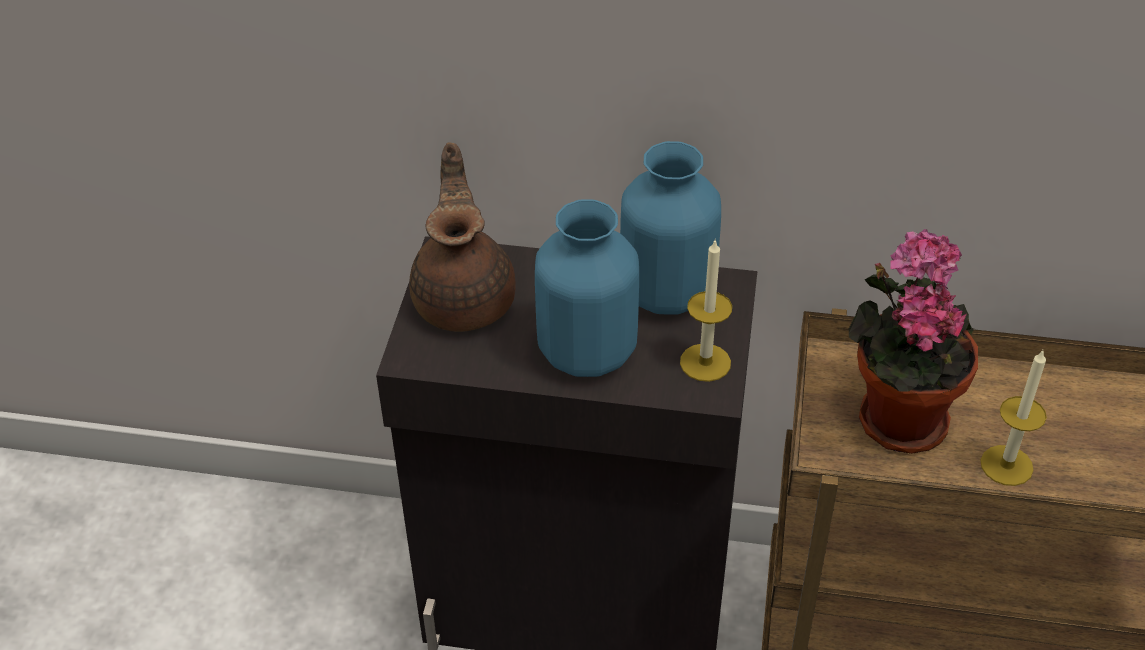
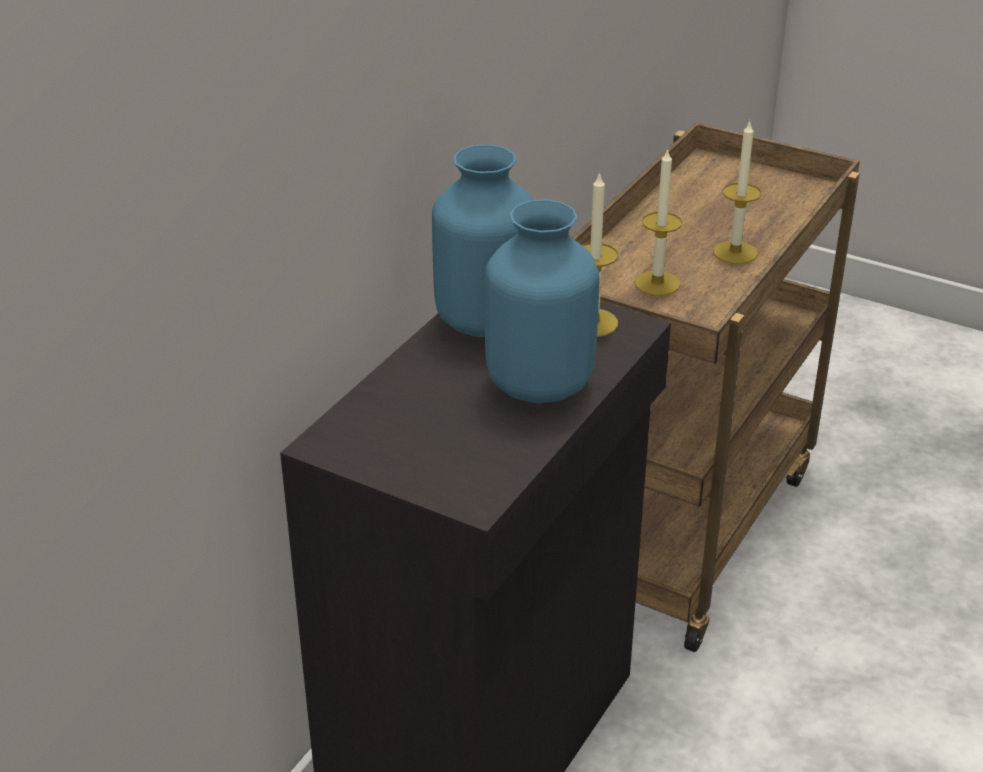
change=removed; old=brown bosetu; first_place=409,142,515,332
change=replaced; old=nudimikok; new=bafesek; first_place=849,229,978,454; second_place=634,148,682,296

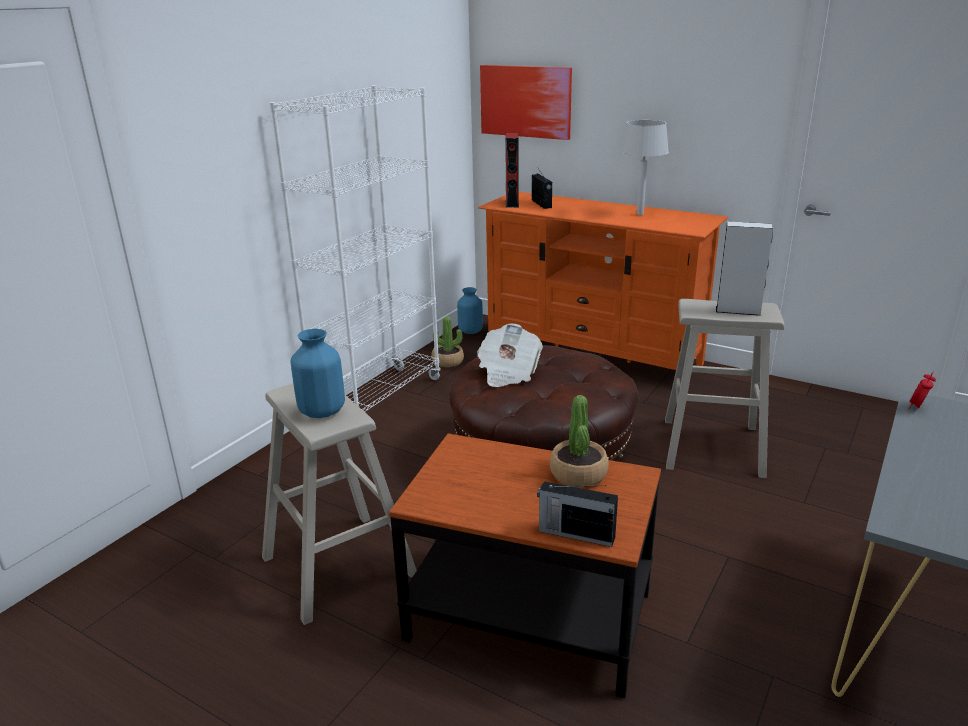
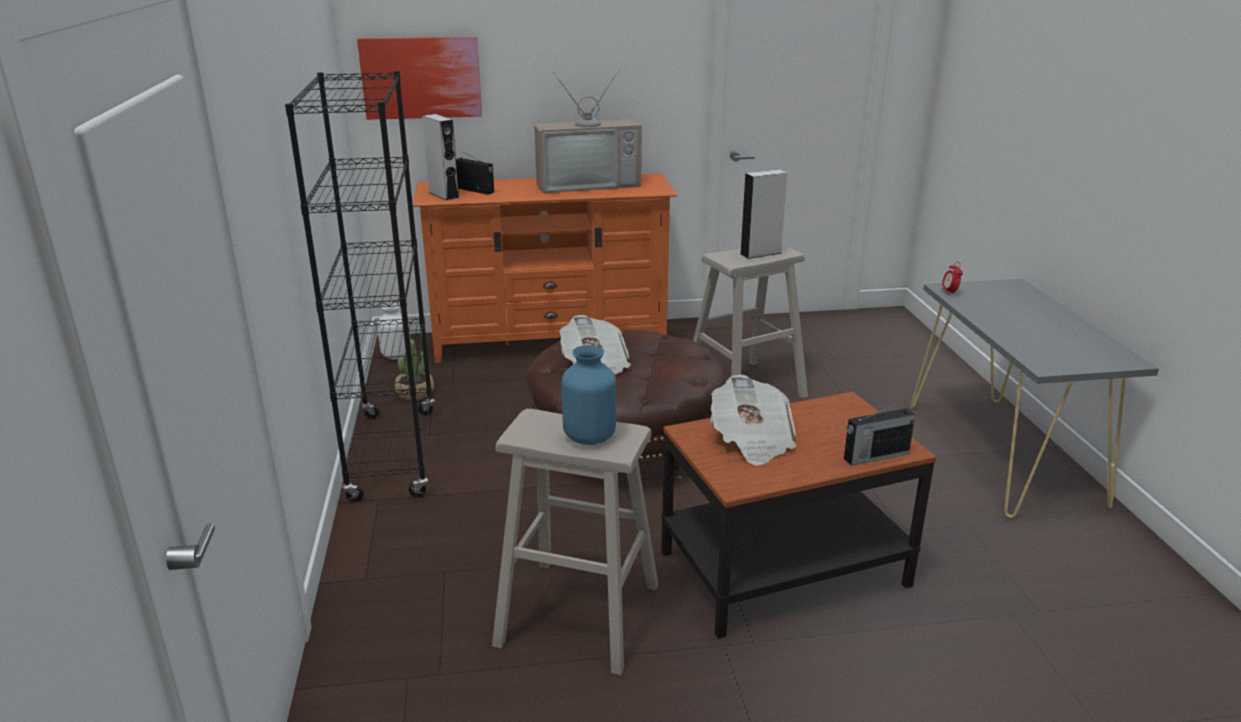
change=removed; old=nudimikok; first_place=550,395,609,486
change=added; new=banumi; second_place=711,375,796,466
change=replaced; old=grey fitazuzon; new=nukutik; first_place=620,120,669,215; second_place=534,70,642,193
change=recoloured; old=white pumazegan; new=black pumazegan; first_place=270,85,441,412; second_place=285,71,435,502
change=recoloured; old=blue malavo; new=white malavo; first_place=457,287,483,334; second_place=377,303,410,359
change=recoloured; old=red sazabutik; new=grey sazabutik; first_place=505,133,519,208; second_place=422,114,459,201

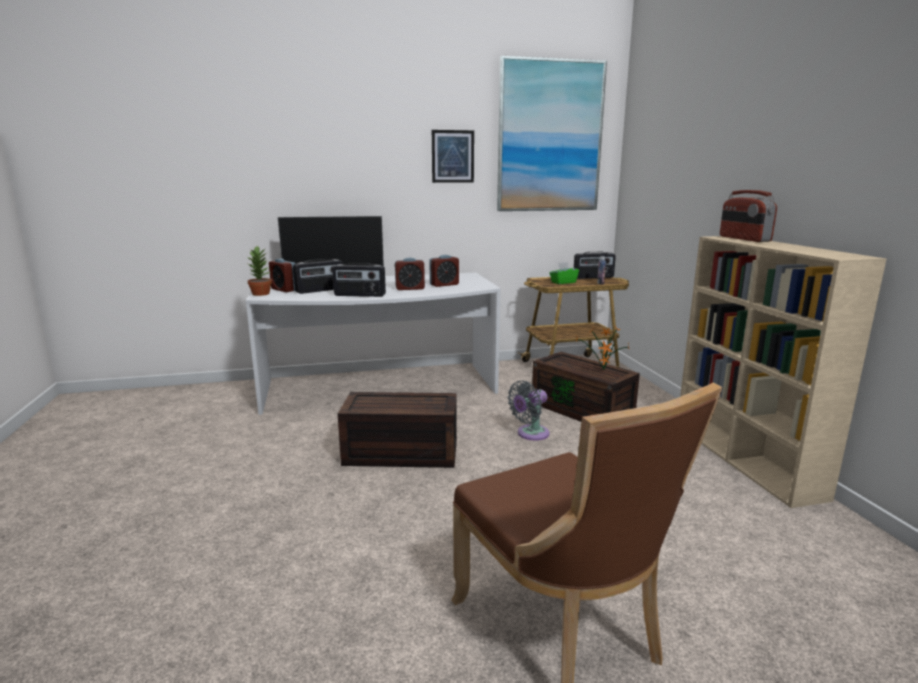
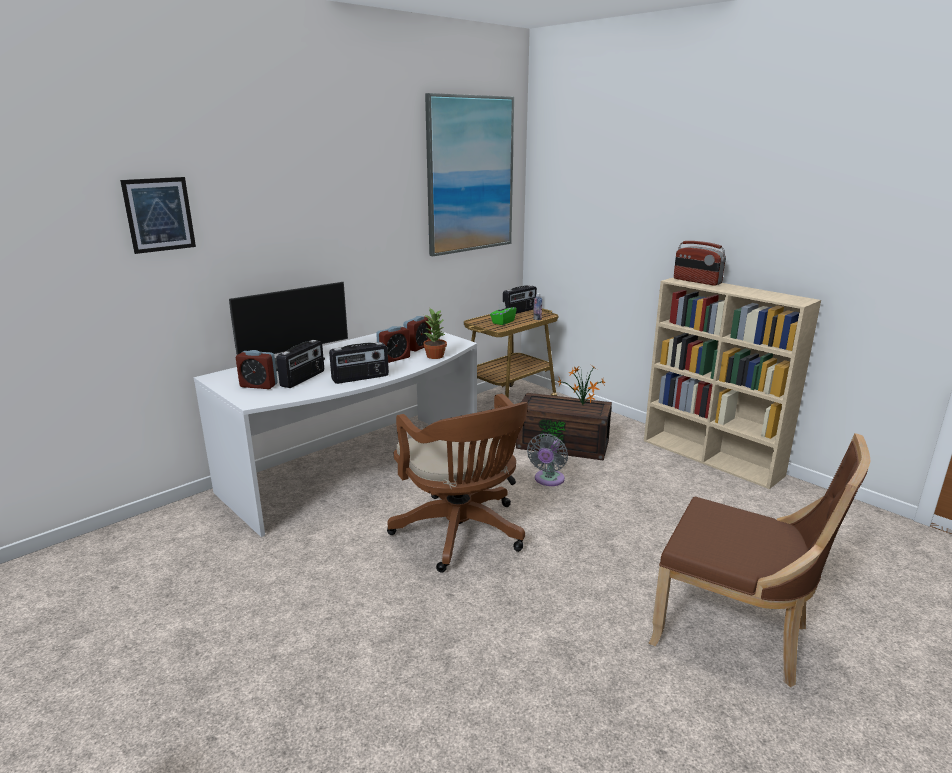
change=moved; old=nudimikok; first_place=248,246,272,296; second_place=423,307,447,359
change=moved; old=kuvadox; first_place=432,130,474,183; second_place=120,177,196,254
change=replaced; old=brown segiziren; new=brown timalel; first_place=338,392,457,468; second_place=387,394,528,573

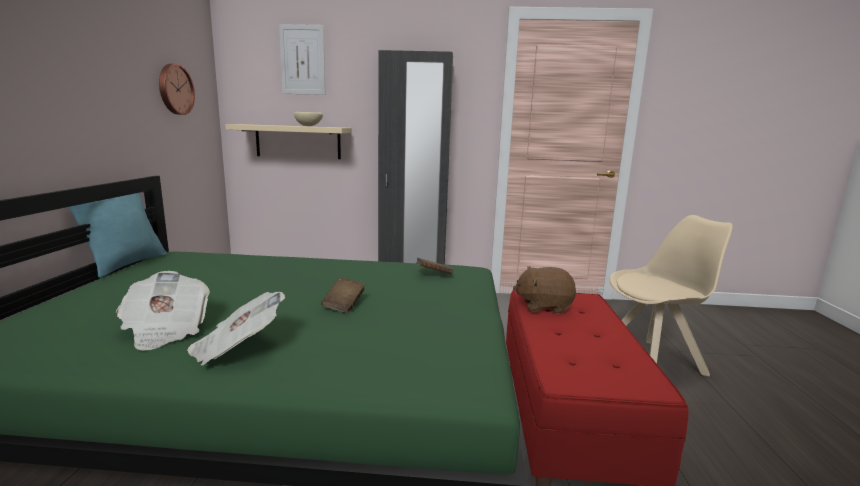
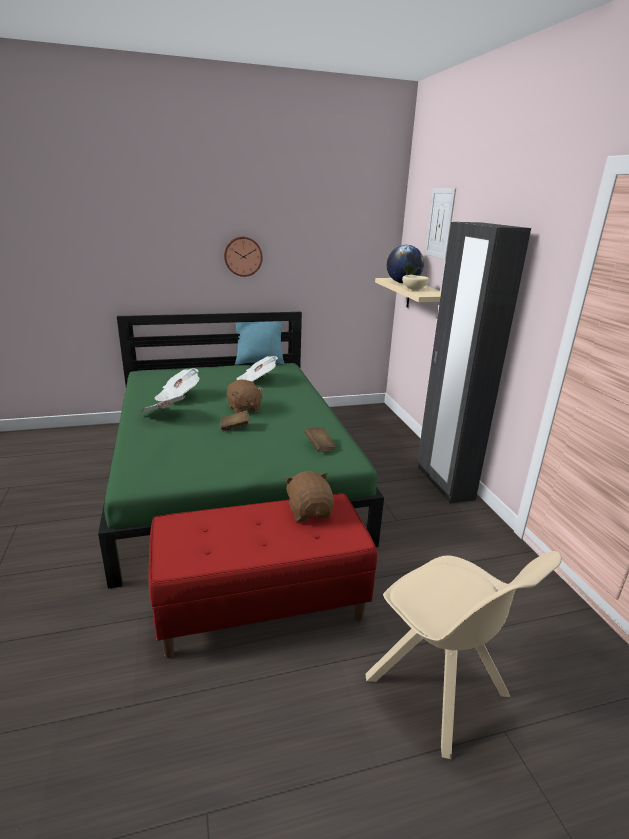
change=added; new=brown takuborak; second_place=227,380,264,413
change=added; new=banumi; second_place=236,356,278,382
change=added; new=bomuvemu; second_place=387,245,424,283
change=moved; old=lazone; first_place=159,64,195,115; second_place=224,236,263,277

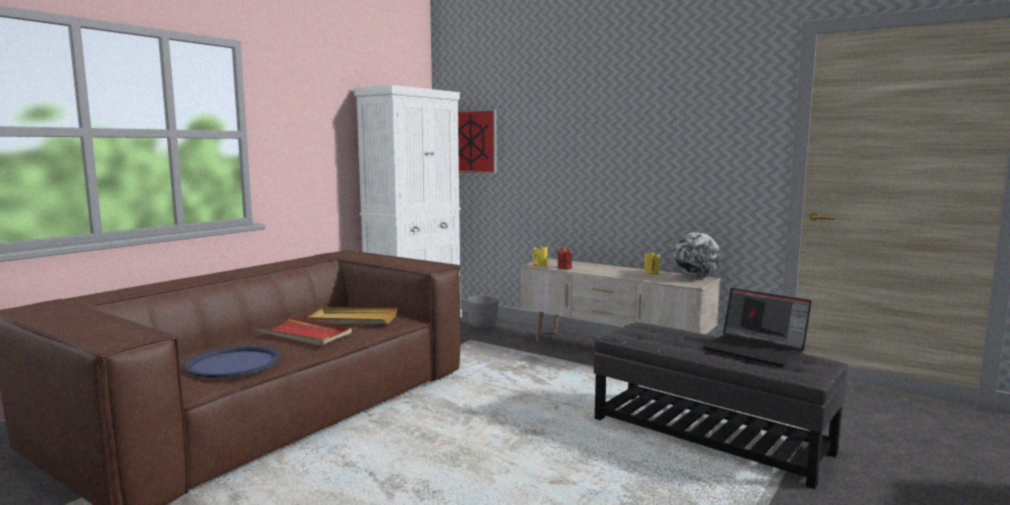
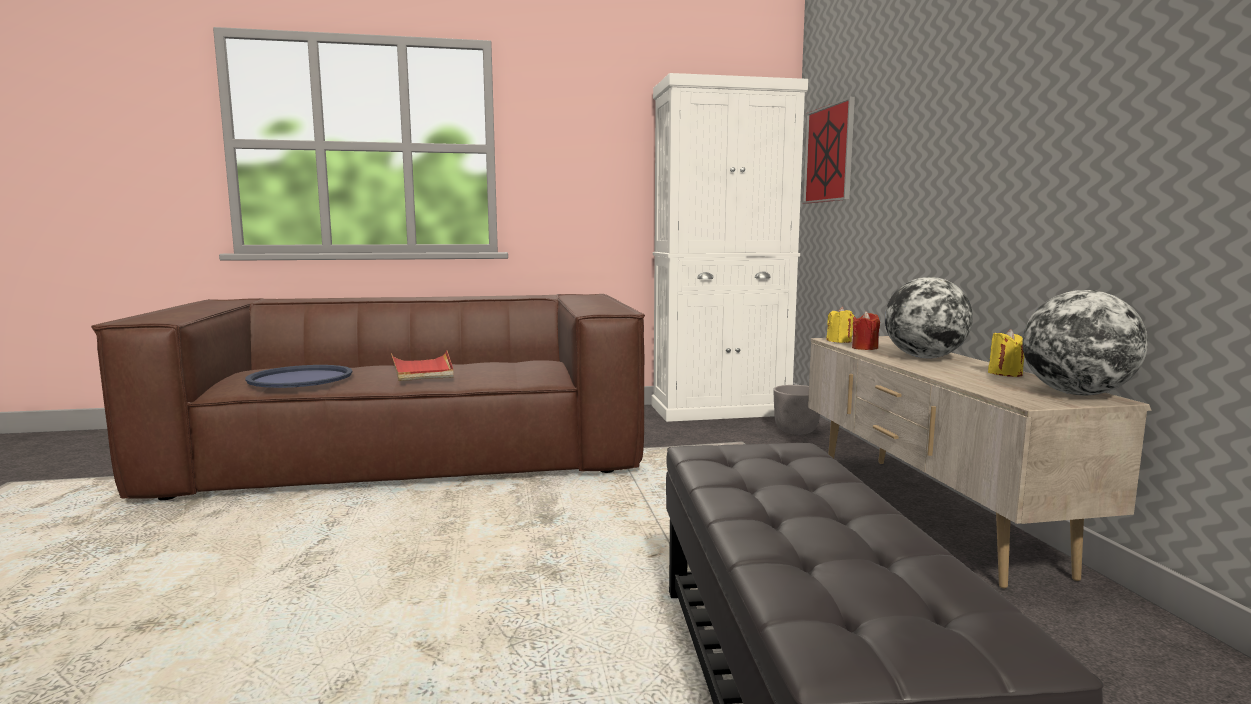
change=removed; old=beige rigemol; first_place=307,308,397,324
change=removed; old=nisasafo; first_place=702,288,812,367
change=added; new=bomuvemu; second_place=885,277,973,358

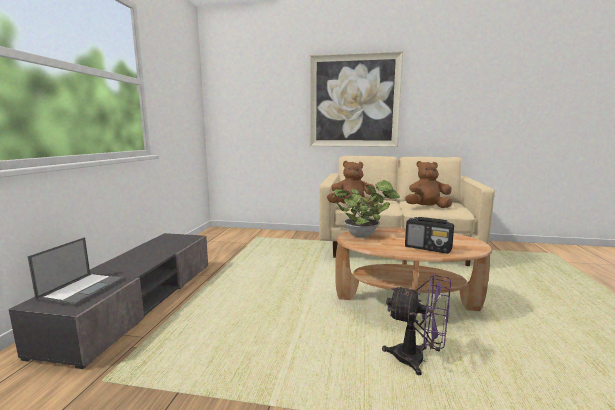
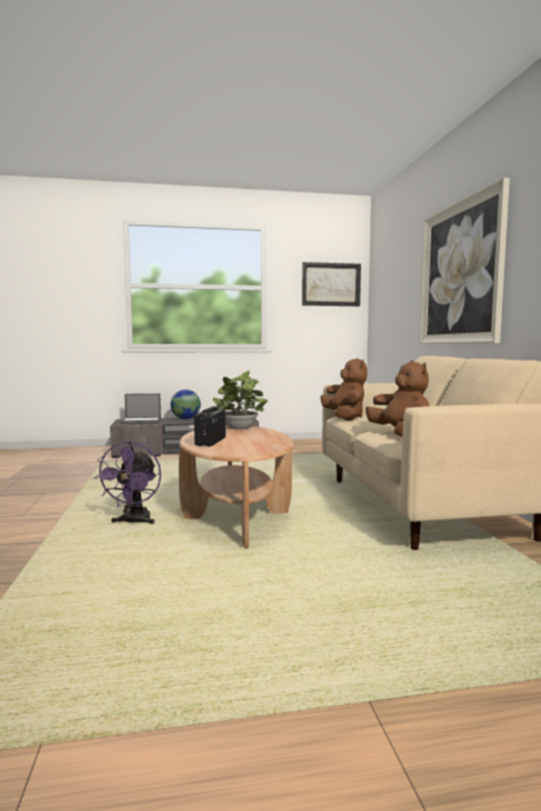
change=added; new=bomuvemu; second_place=171,390,201,419
change=added; new=kuvadox; second_place=302,262,361,306

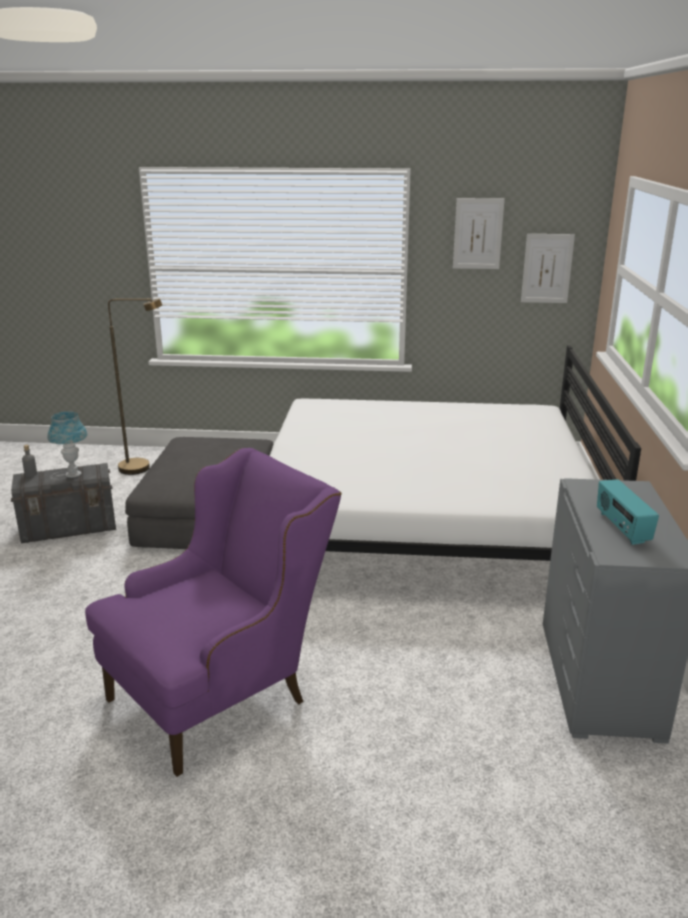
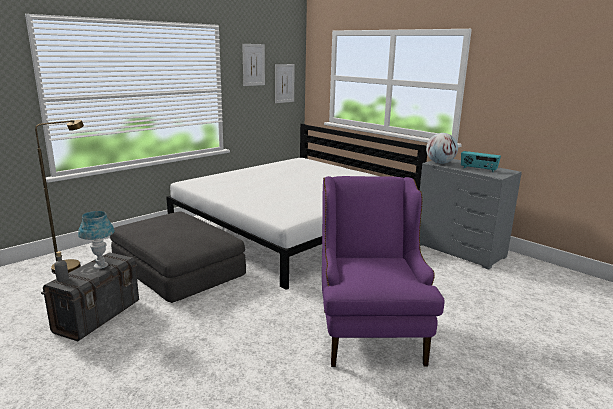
change=added; new=bomuvemu; second_place=426,133,458,164

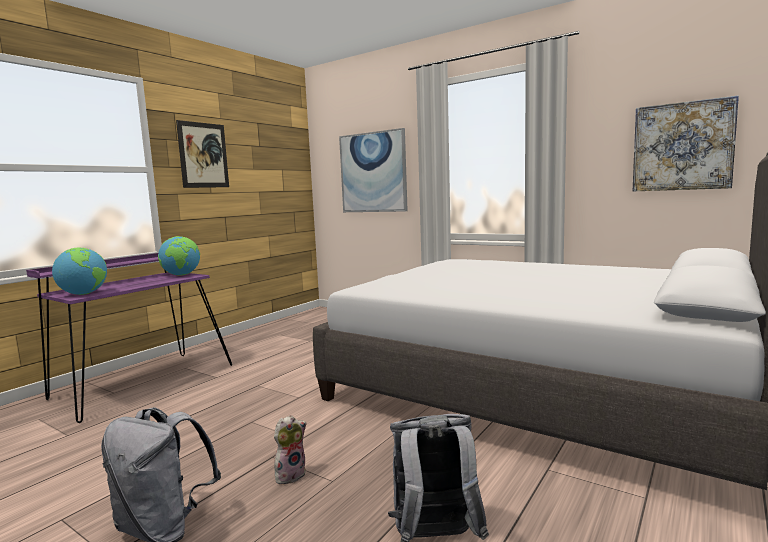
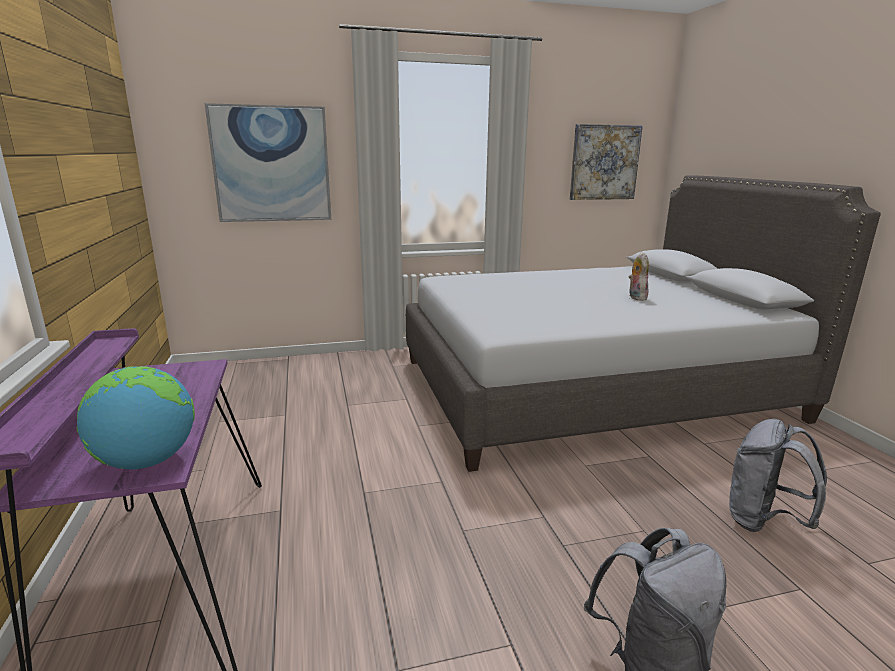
change=removed; old=bomuvemu; first_place=158,236,200,276
change=removed; old=kuvadox; first_place=176,120,229,188
change=moved; old=takuborak; first_place=274,415,307,484; second_place=629,252,649,301

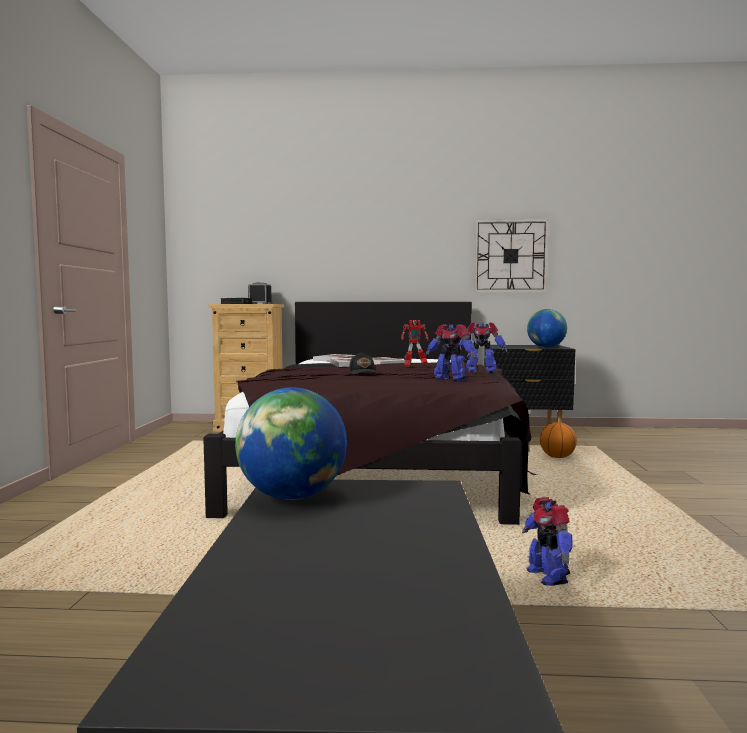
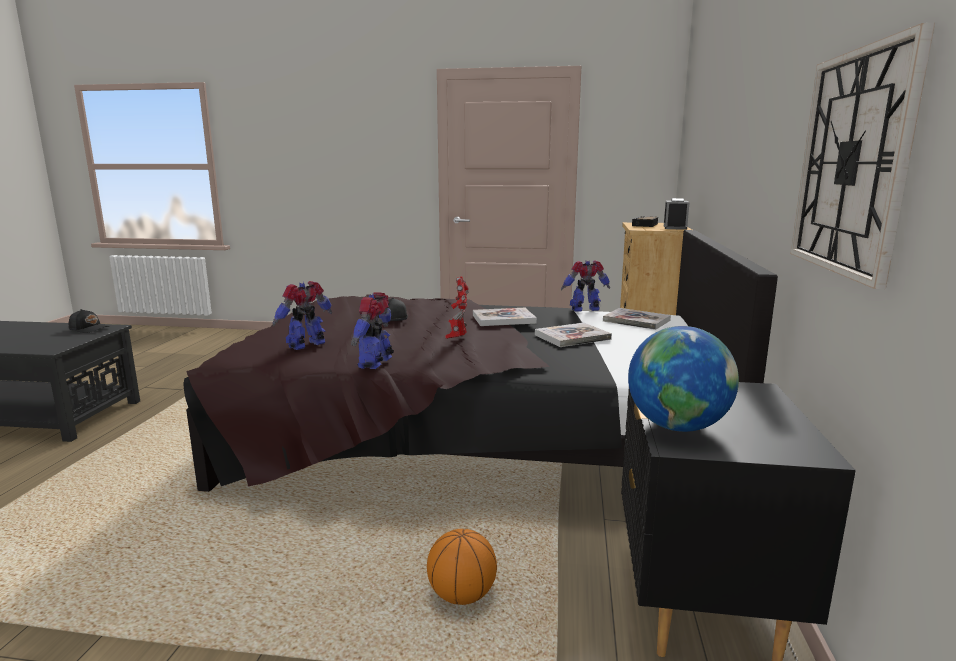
change=moved; old=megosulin; first_place=522,497,572,586; second_place=561,260,610,312
change=replaced; old=bomuvemu; new=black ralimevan; first_place=235,387,347,500; second_place=69,309,110,333

